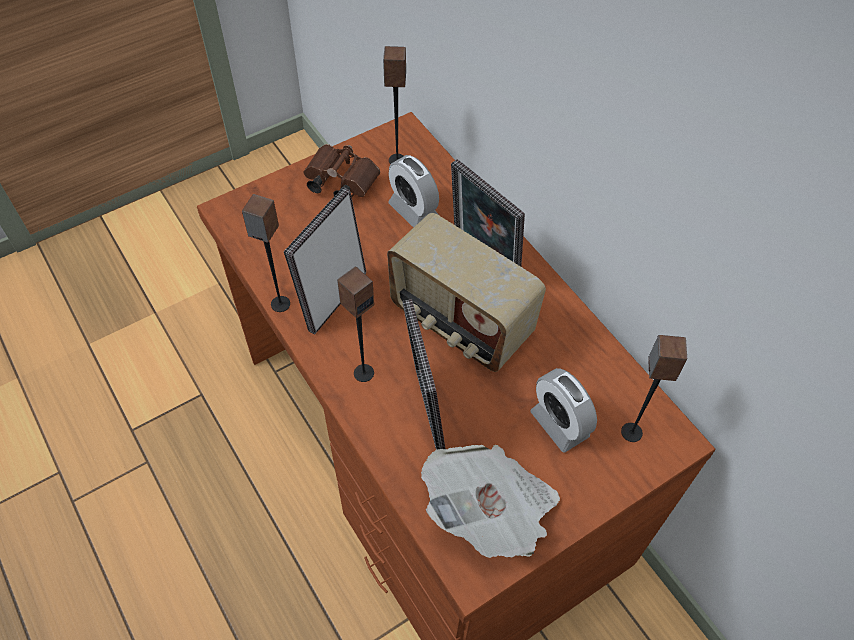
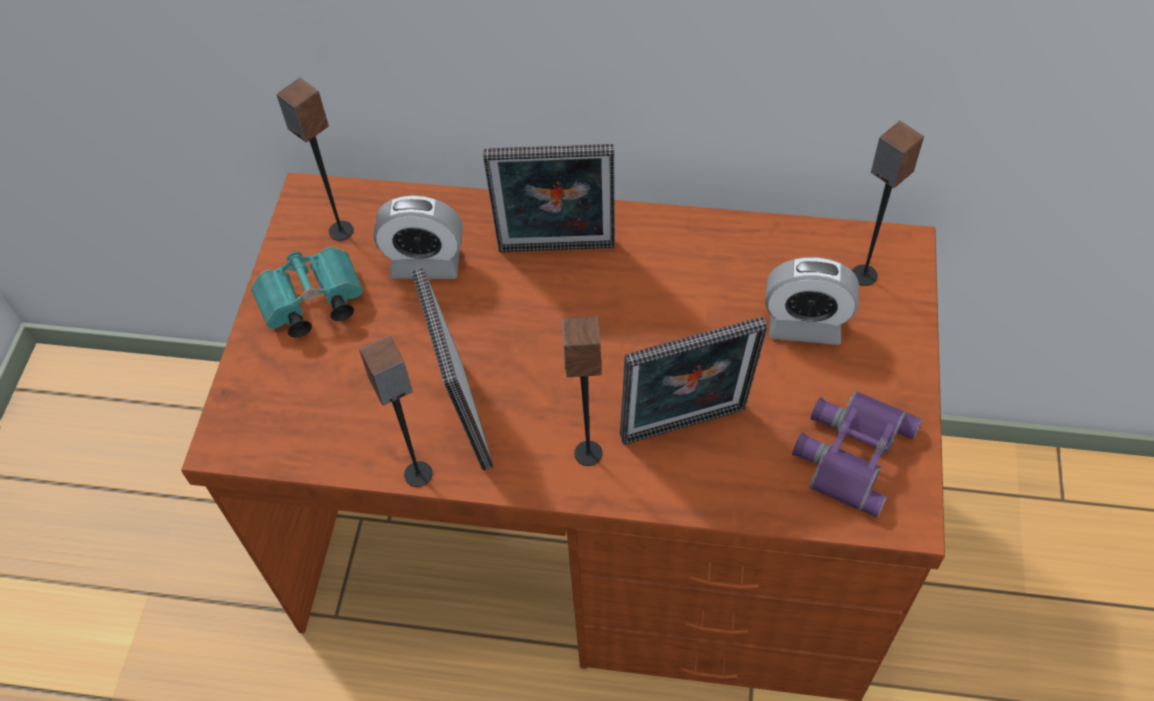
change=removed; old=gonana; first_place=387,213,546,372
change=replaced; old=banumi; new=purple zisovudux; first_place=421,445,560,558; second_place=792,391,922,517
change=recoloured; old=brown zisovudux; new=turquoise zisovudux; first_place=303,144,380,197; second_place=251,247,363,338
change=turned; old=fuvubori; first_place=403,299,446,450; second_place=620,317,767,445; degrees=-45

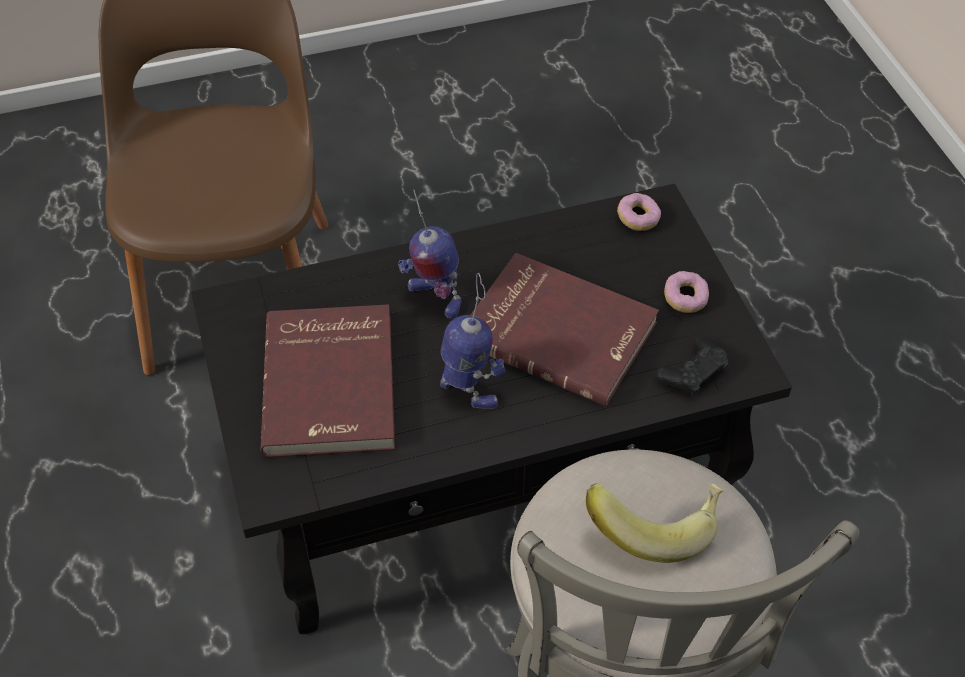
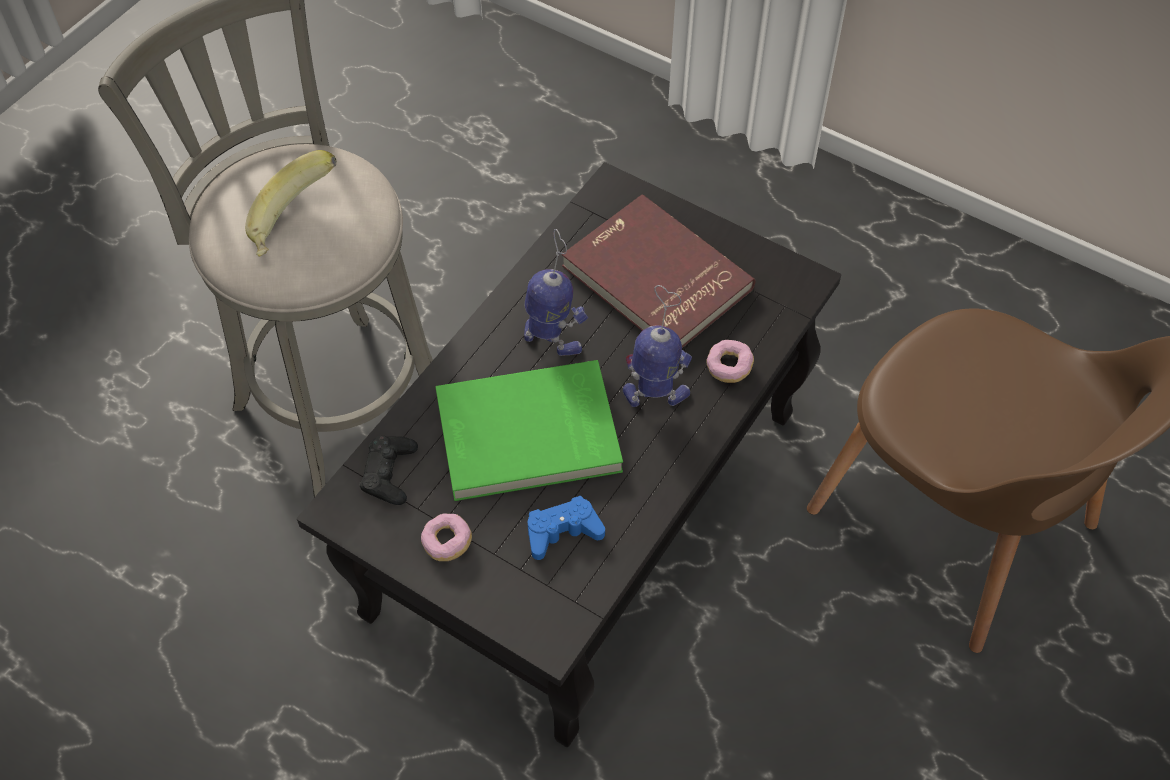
change=added; new=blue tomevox; second_place=528,496,605,560
change=moved; old=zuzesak; first_place=617,193,661,231; second_place=706,340,754,383
change=recoloured; old=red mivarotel; new=green mivarotel; first_place=471,253,659,406; second_place=435,360,623,501
change=turned; old=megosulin; first_place=440,273,506,409; second_place=524,229,588,356; degrees=-150

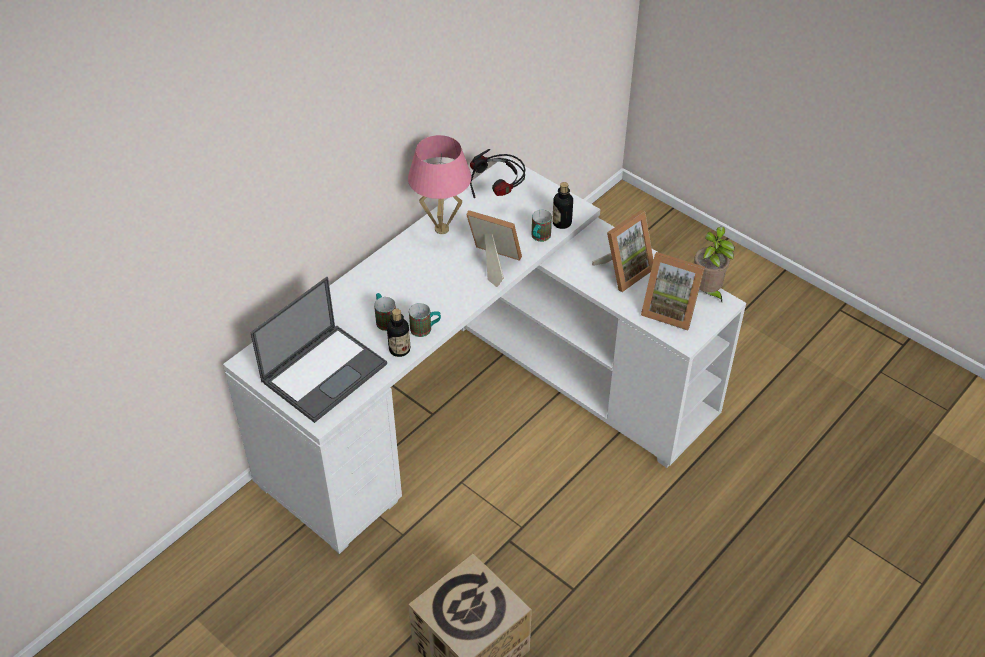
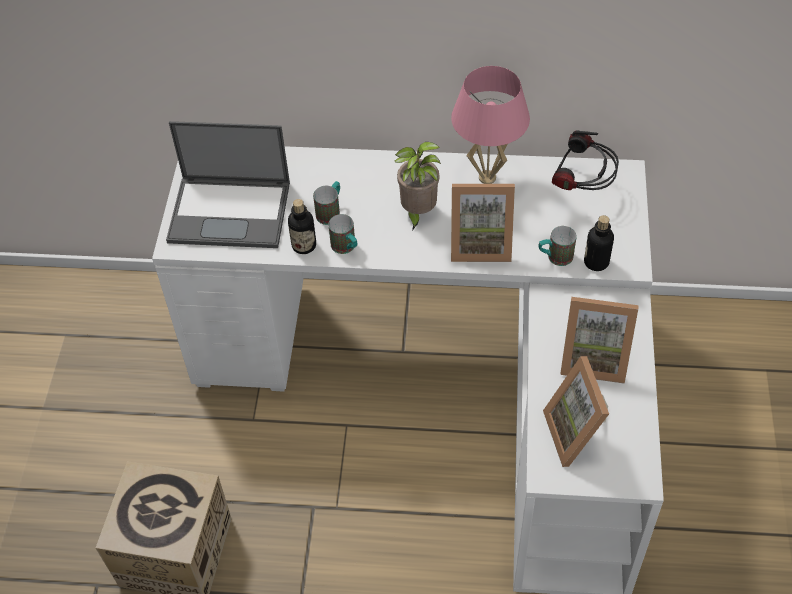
change=moved; old=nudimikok; first_place=694,227,735,302; second_place=394,142,441,231
change=turned; old=fuvubori; first_place=466,210,522,287; second_place=451,184,515,262; degrees=105

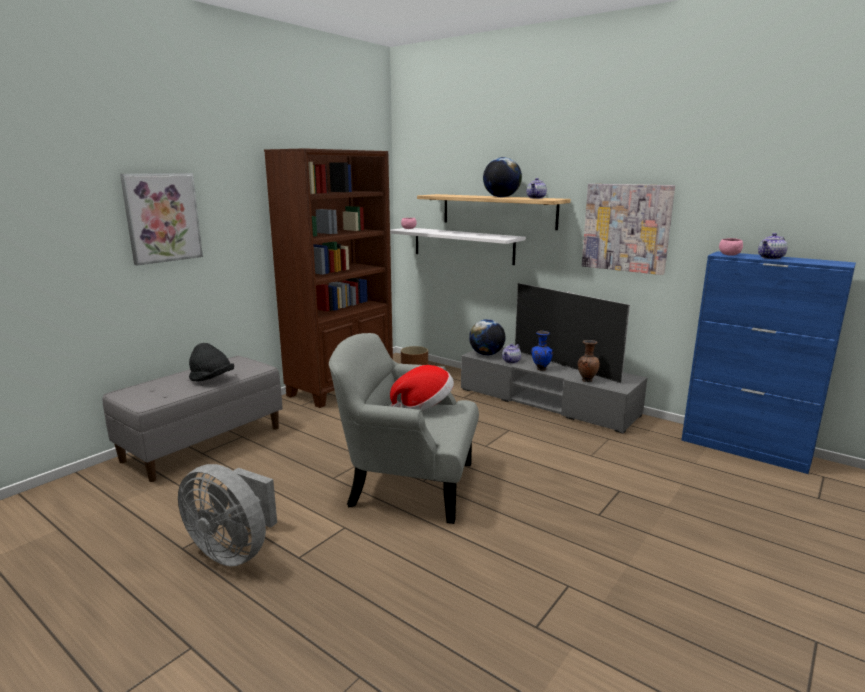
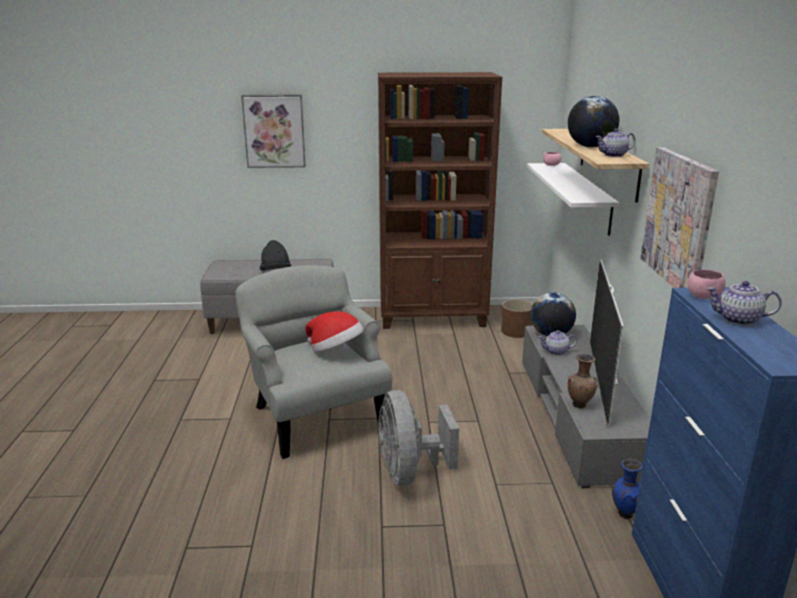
change=moved; old=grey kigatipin; first_place=178,464,277,566; second_place=378,390,459,486
change=moved; old=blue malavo; first_place=531,331,553,371; second_place=612,459,643,519

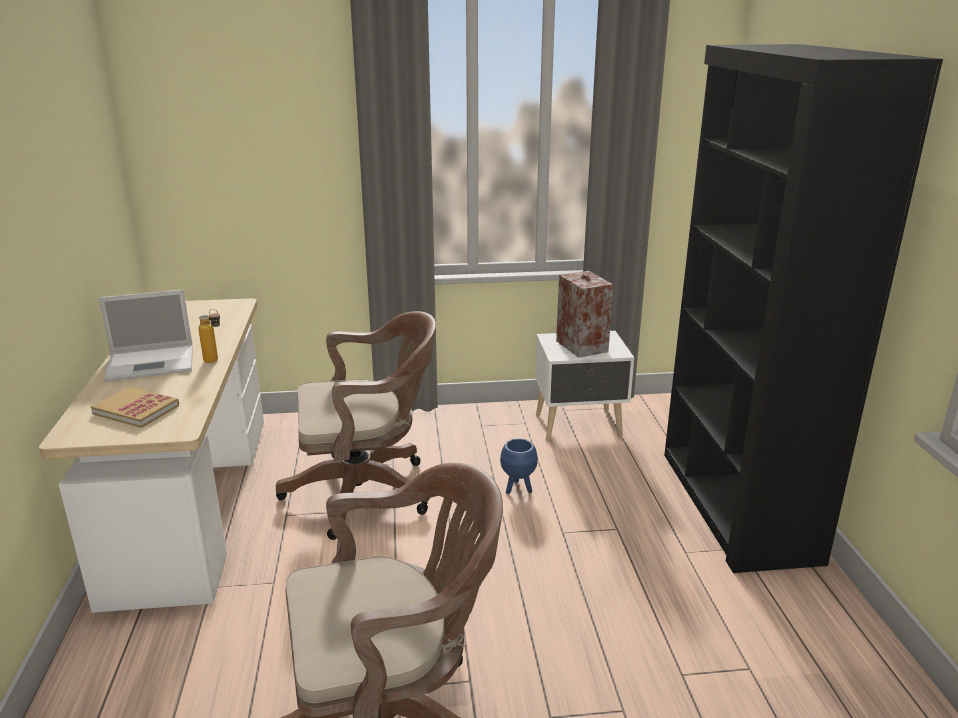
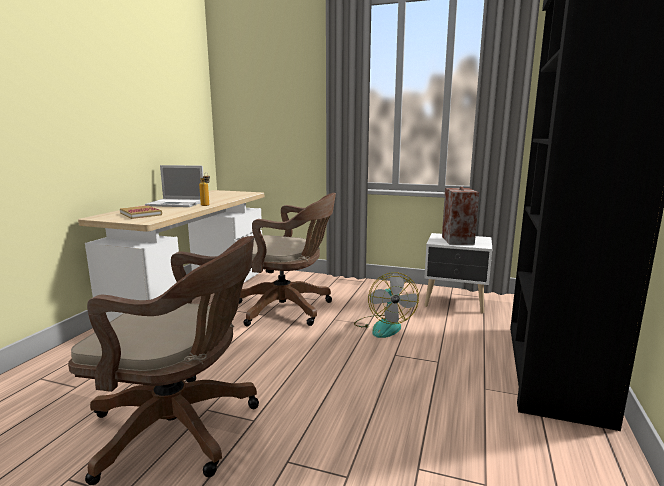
change=replaced; old=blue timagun; new=kigatipin; first_place=500,438,538,494; second_place=354,272,419,338

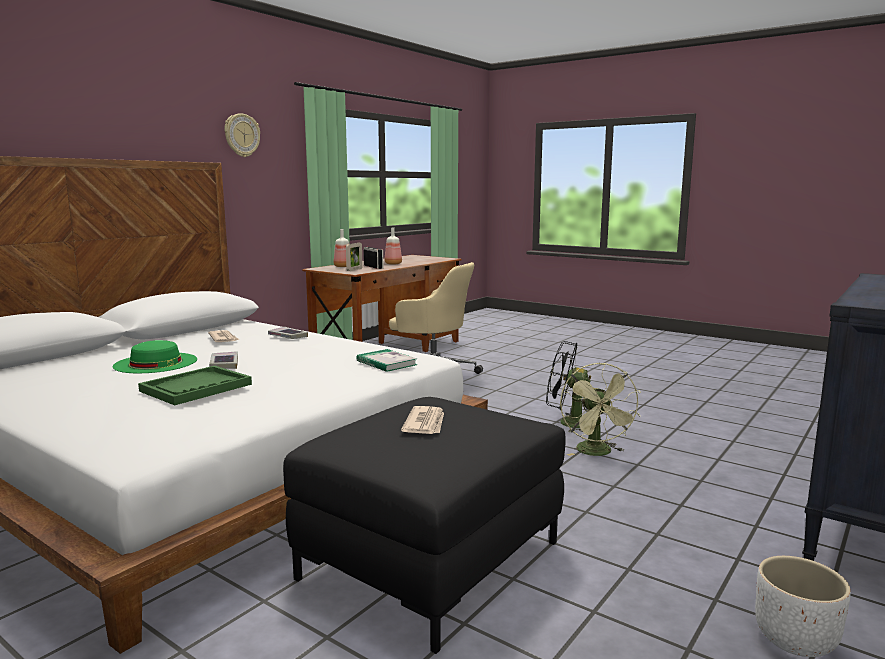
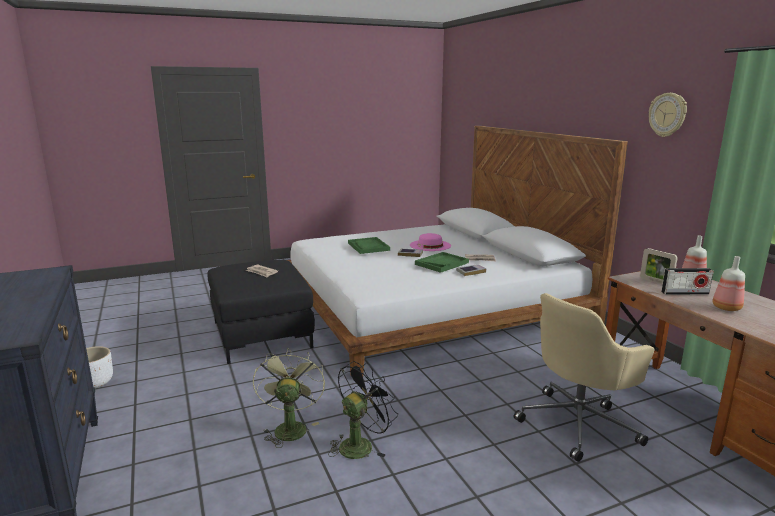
change=removed; old=mivarotel; first_place=357,349,417,372
change=added; new=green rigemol; second_place=415,252,469,273
change=recoloured; old=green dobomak; new=pink dobomak; first_place=113,340,197,373; second_place=410,233,451,251
change=turned; old=green kigatipin; first_place=560,362,641,456; second_place=253,348,325,448; degrees=60

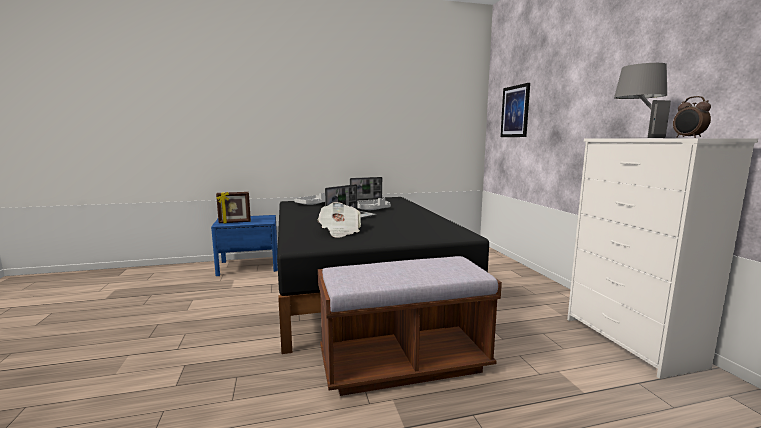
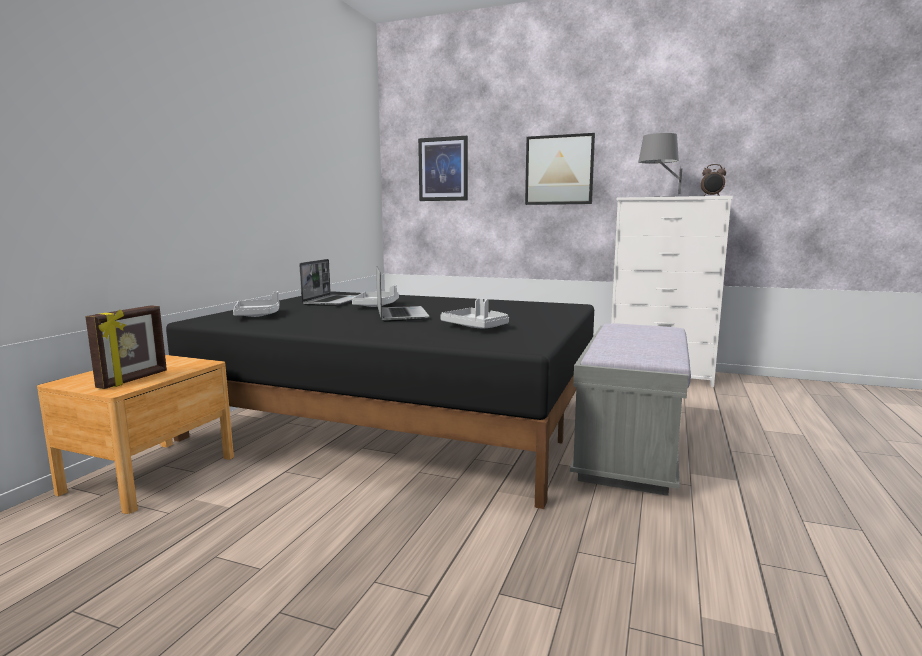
change=added; new=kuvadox; second_place=525,133,595,205
change=replaced; old=banumi; new=grey rigemol; first_place=317,202,361,238; second_place=440,298,509,328
change=recoloured; old=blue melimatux; new=brown melimatux; first_place=211,215,278,276; second_place=37,355,234,514
change=recoloured; old=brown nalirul; new=grey nalirul; first_place=318,256,502,396; second_place=570,323,691,496

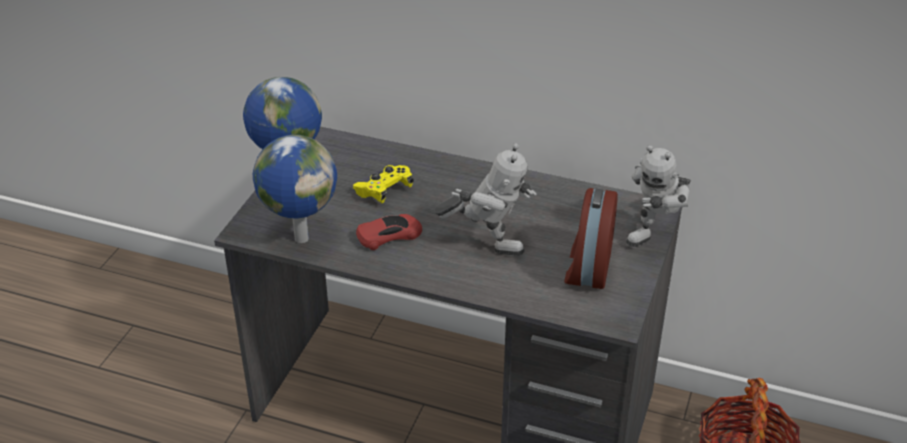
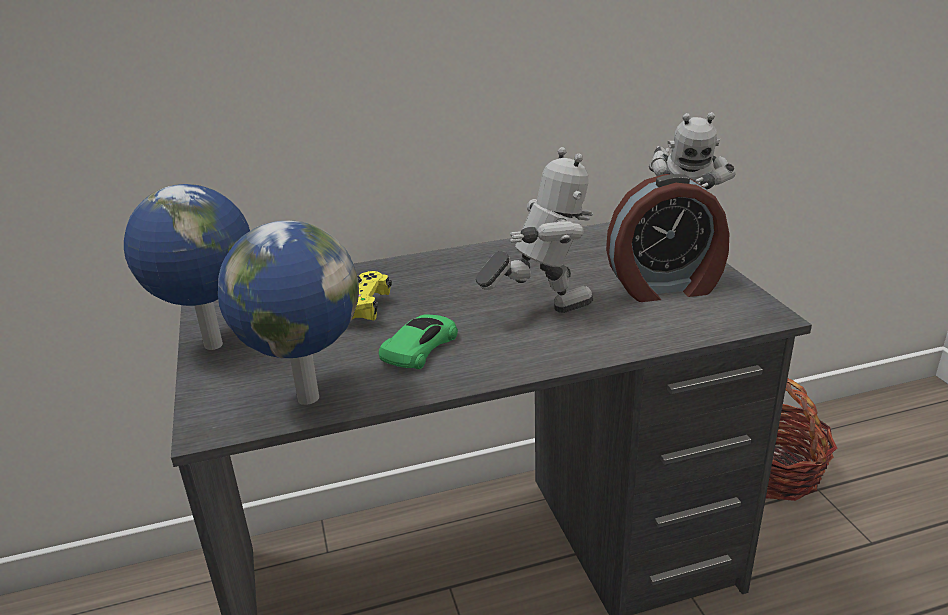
change=recoloured; old=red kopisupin; new=green kopisupin; first_place=356,214,422,250; second_place=379,314,458,369
change=turned; old=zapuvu; first_place=564,188,618,289; second_place=606,174,729,302; degrees=-75

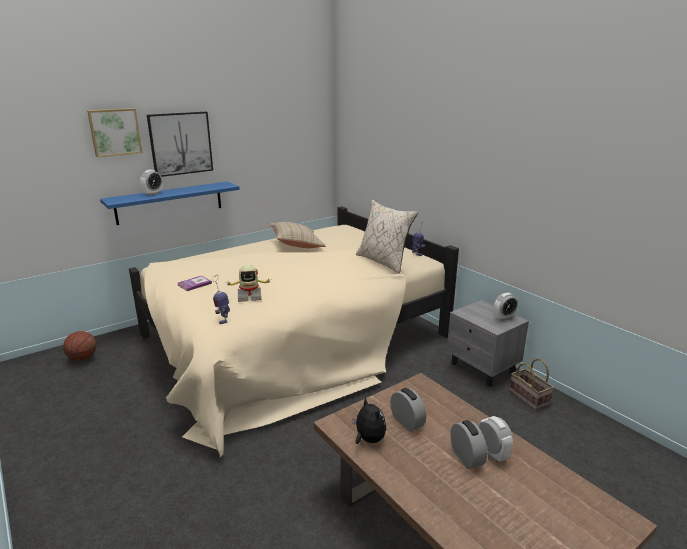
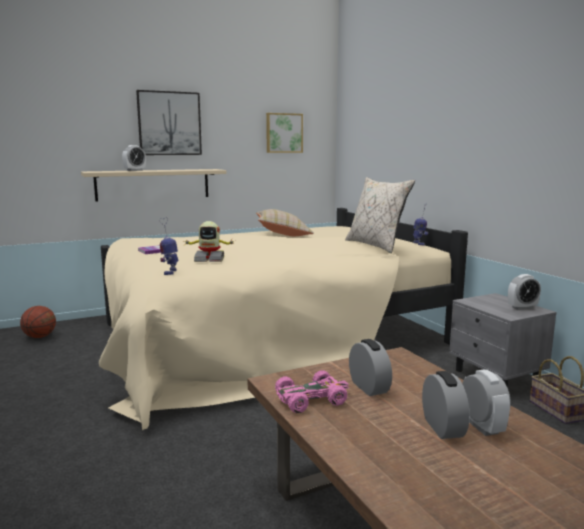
change=moved; old=kuvadox; first_place=87,108,142,157; second_place=266,113,303,153
change=replaced; old=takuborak; new=pink kopisupin; first_place=352,397,386,444; second_place=275,370,349,413
change=recoloured; old=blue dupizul; new=beige dupizul; first_place=100,181,240,225; second_place=81,169,227,202

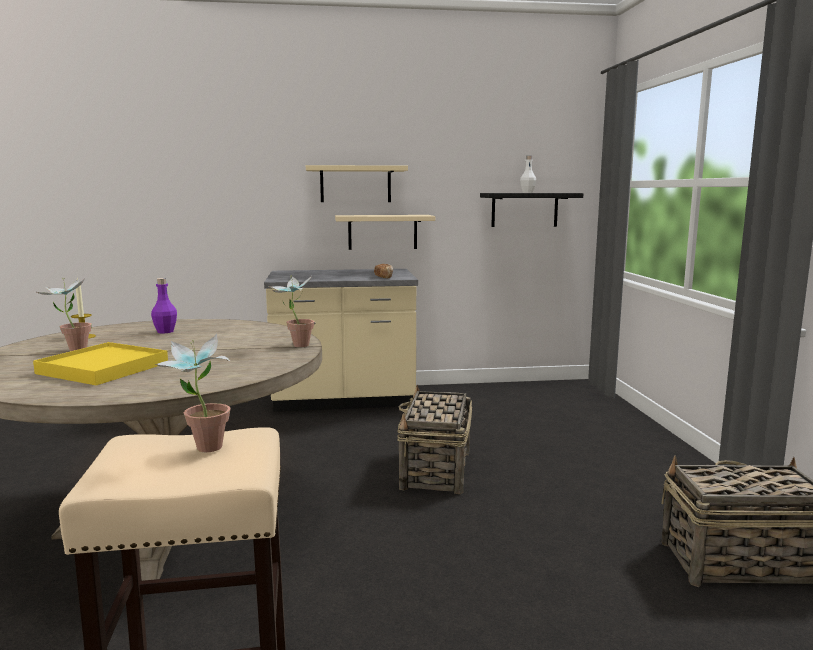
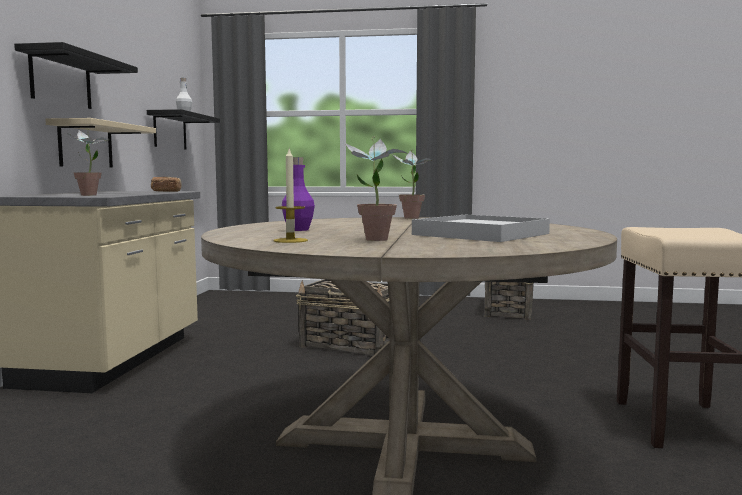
change=moved; old=nudimikok; first_place=156,334,231,452; second_place=66,128,108,196
change=recoloured; old=yellow rigemol; new=white rigemol; first_place=33,342,168,385; second_place=412,215,550,242
change=recoloured; old=beige dupizul; new=black dupizul; first_place=306,165,408,202; second_place=14,42,138,109

